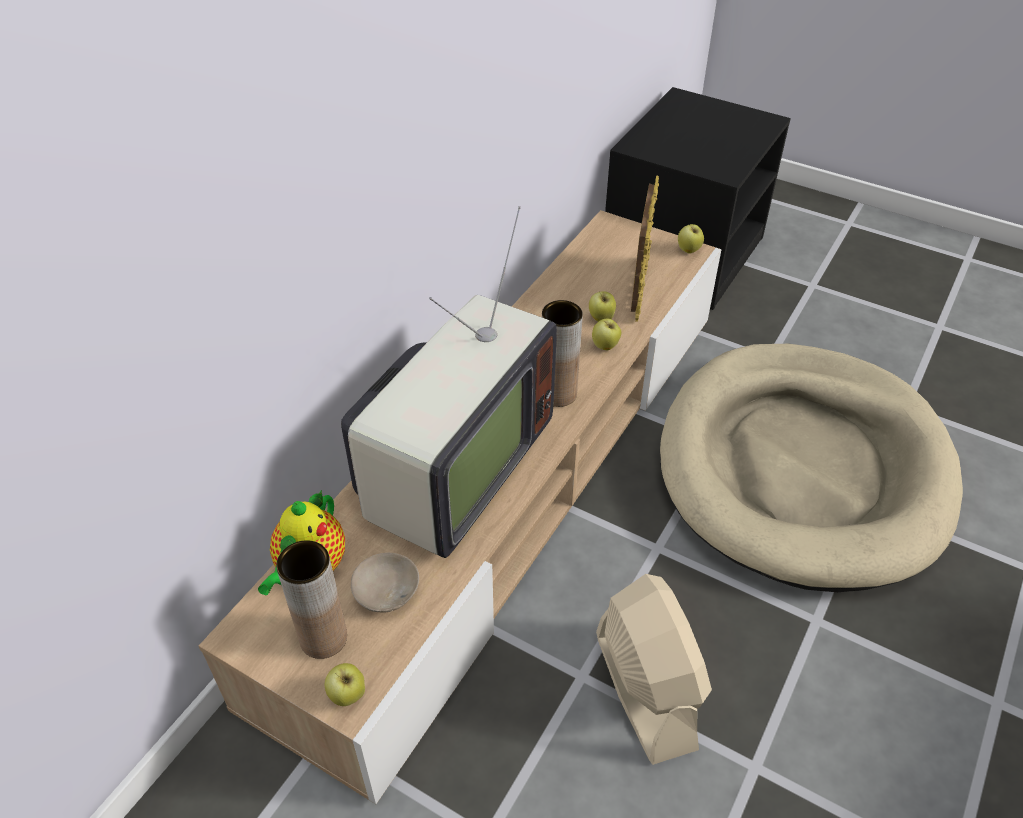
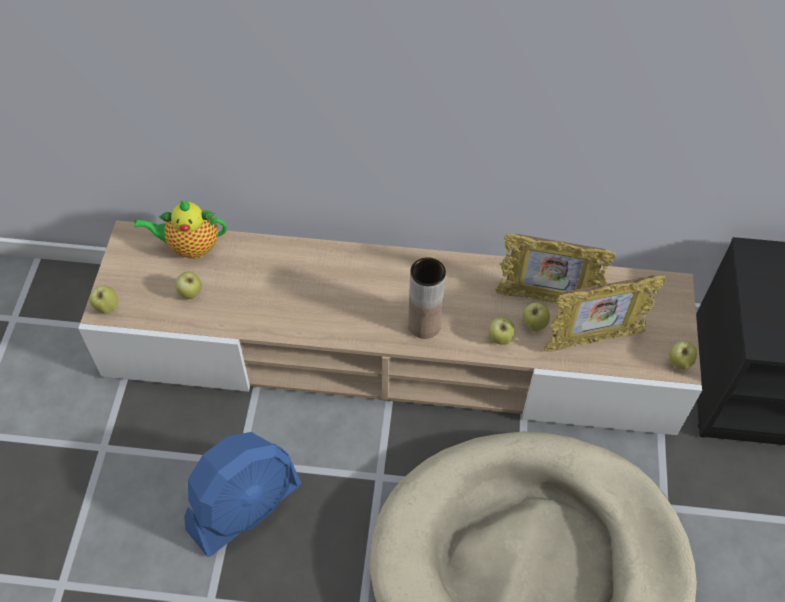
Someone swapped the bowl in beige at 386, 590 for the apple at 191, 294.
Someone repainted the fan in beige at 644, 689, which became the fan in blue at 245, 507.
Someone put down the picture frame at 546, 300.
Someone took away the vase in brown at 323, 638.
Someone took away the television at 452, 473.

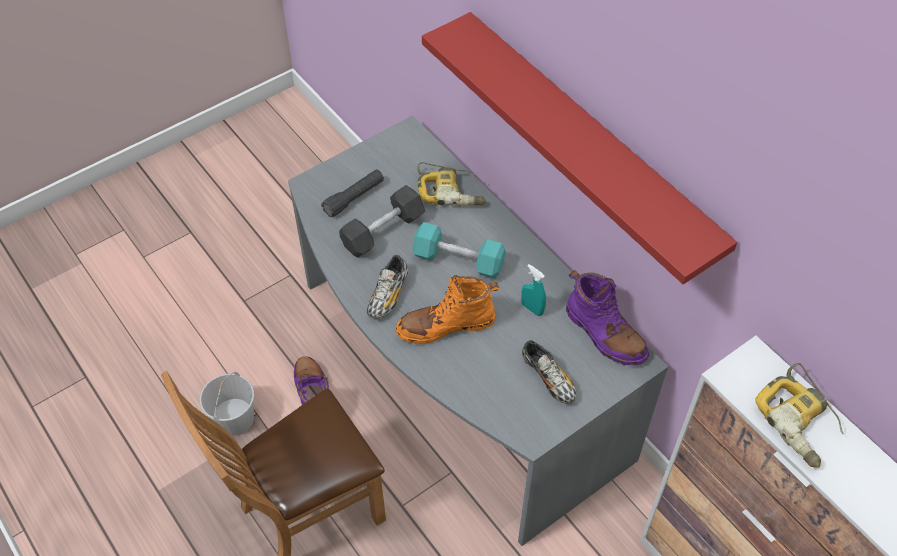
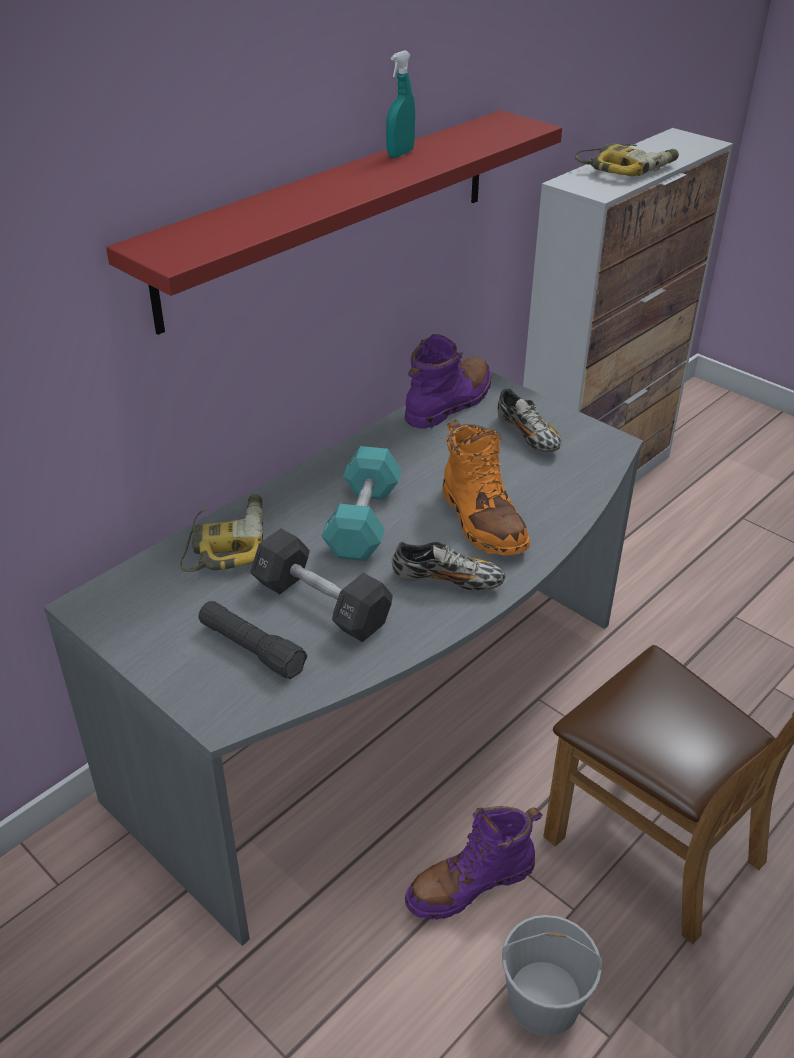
Someone carried the spray bottle in turquoise from 532, 309 to 400, 154.
Someone rotated the shoe at 548, 378 by 105 degrees clockwise.

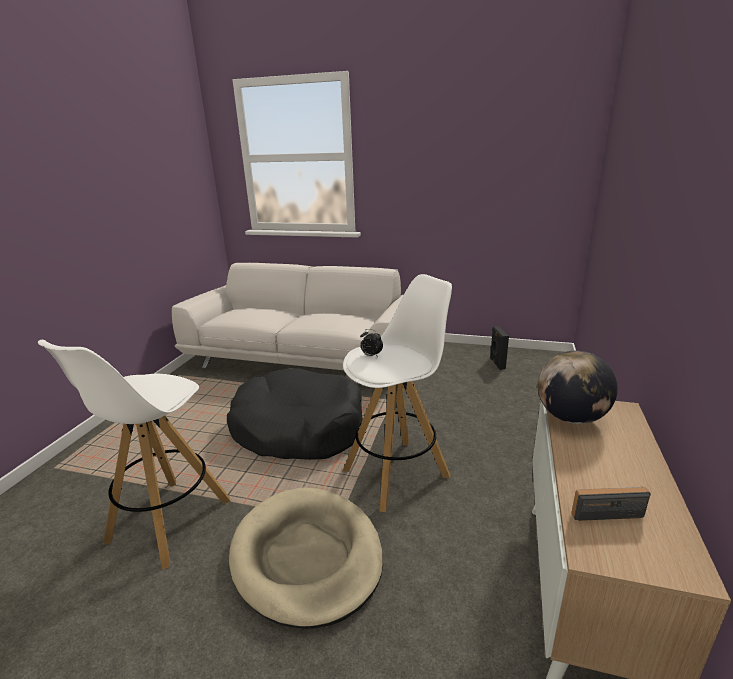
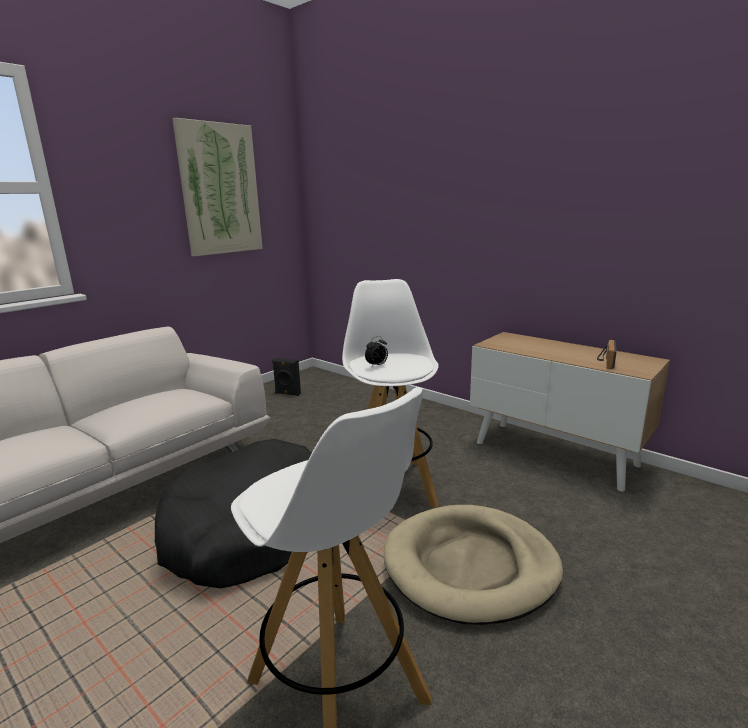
Someone put up the picture at 220, 189.
Someone took away the globe at 570, 417.

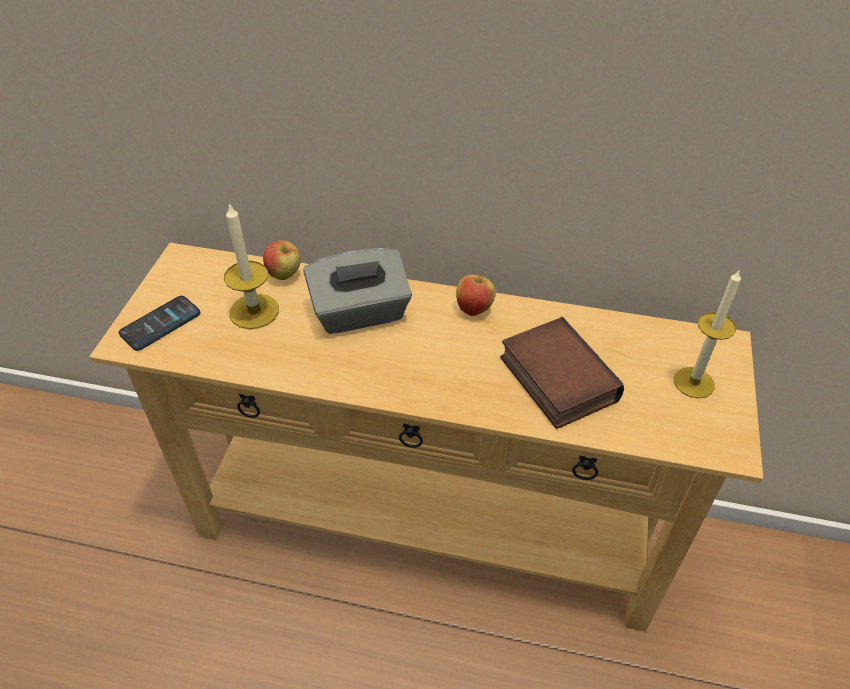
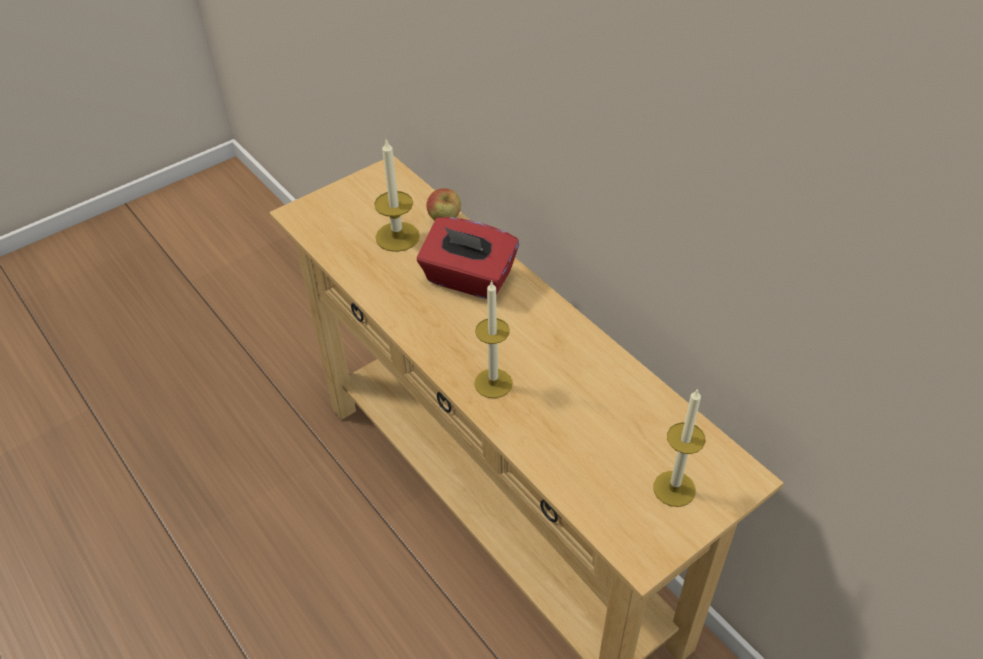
Someone repainted the tissue box in grey at 360, 313, which became the tissue box in red at 468, 279.
Someone put down the candle at 493, 383.
Someone took away the phone at 160, 324.
Someone took away the apple at 474, 309.
Someone took away the book at 554, 379.

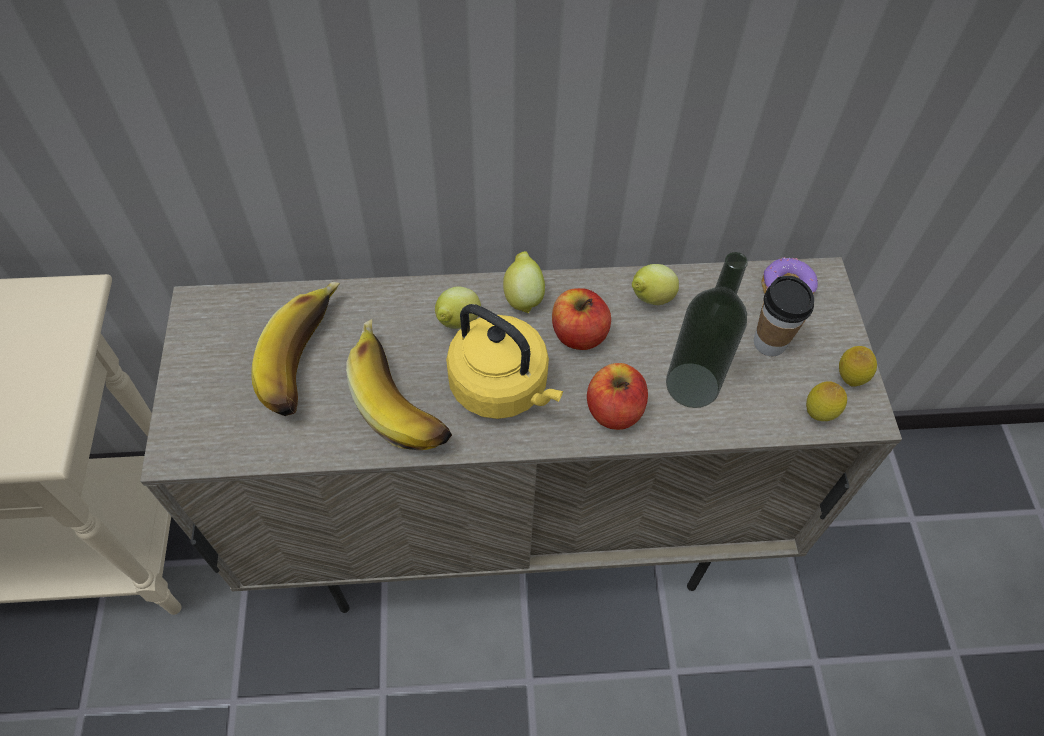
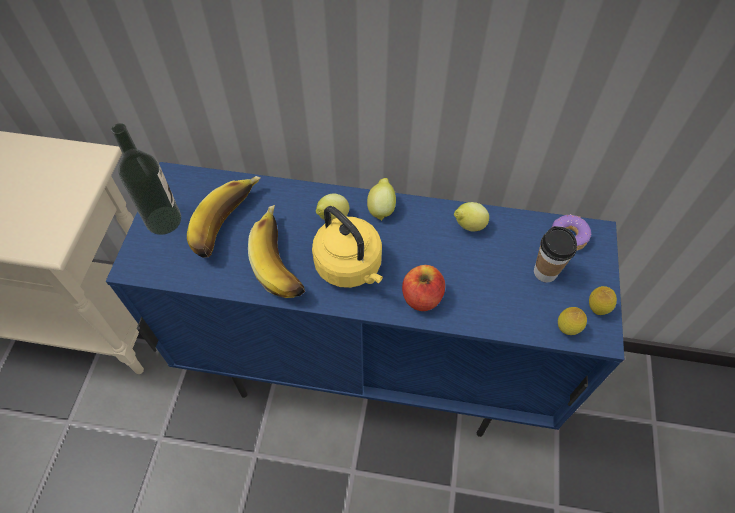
Someone repainted the cabinet in beige at 517, 532, which became the cabinet in blue at 369, 370.
Someone carried the bottle from 692, 385 to 163, 220.
Someone took away the apple at 578, 334.

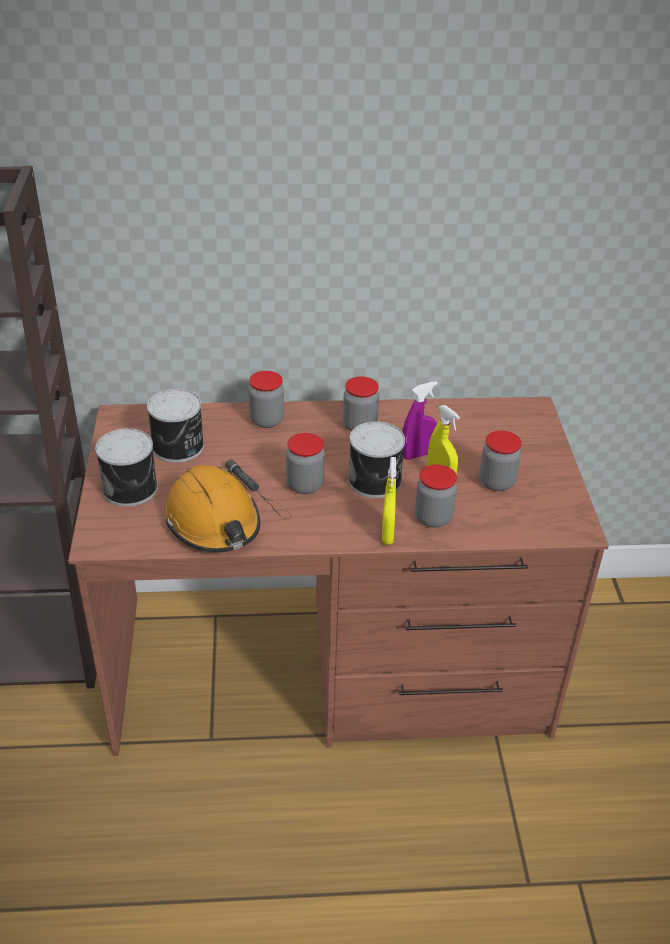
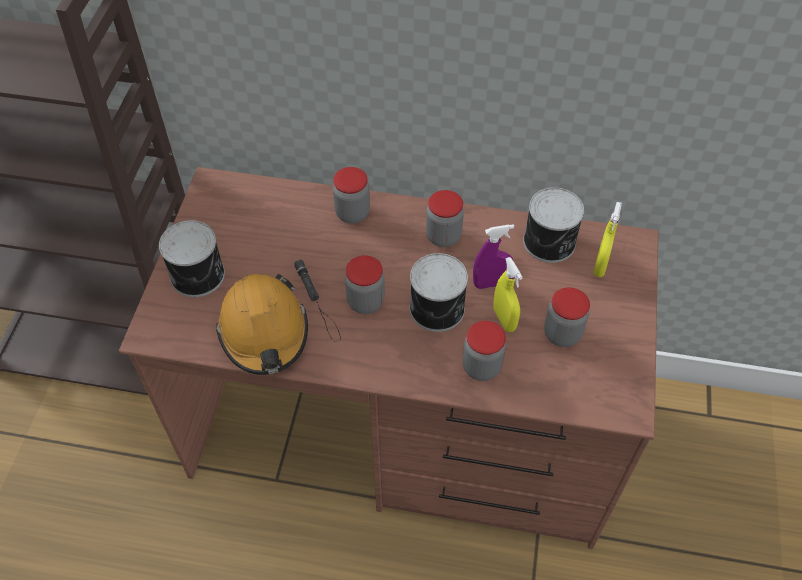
Someone carried the can from 179, 446 to 550, 243.
Someone carried the spray bottle in yellow from 387, 534 to 600, 265.

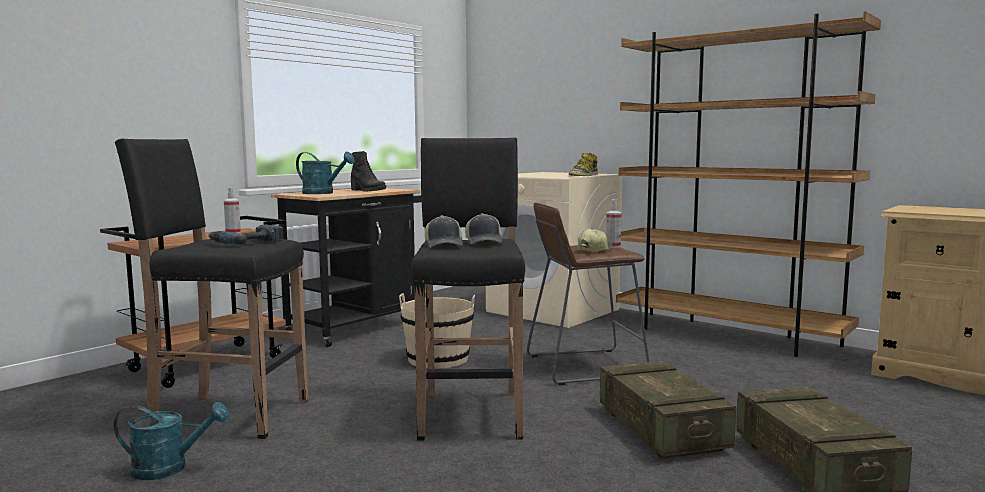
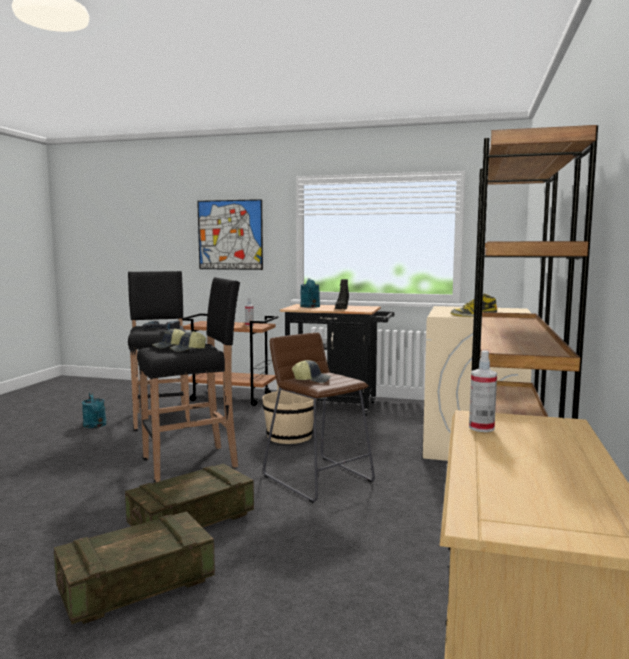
Someone put up the picture at 230, 235.
Someone carried the spray bottle from 613, 246 to 481, 428.

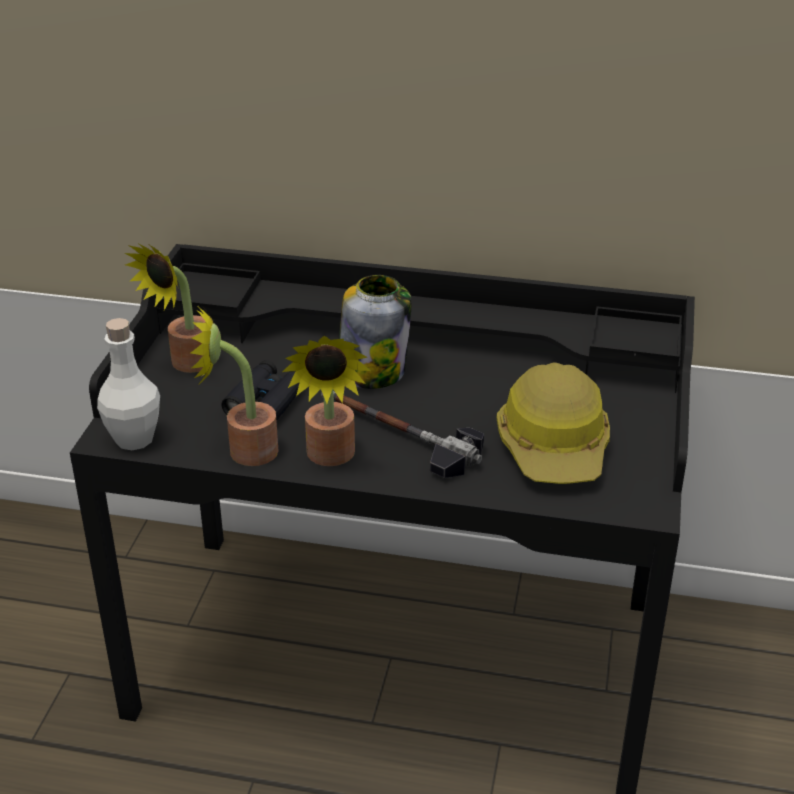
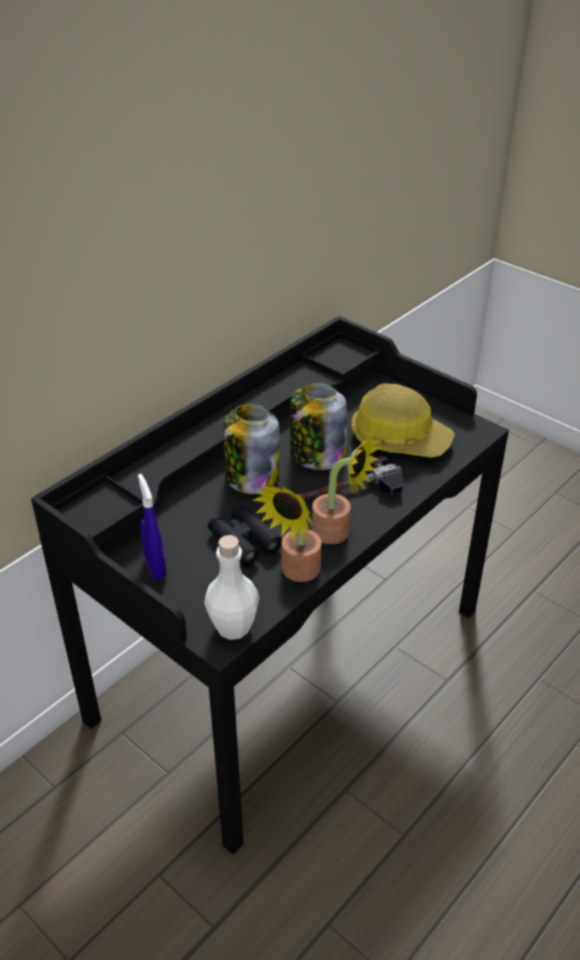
Someone swapped the potted plant at 186, 365 for the spray bottle in blue at 155, 567.
Someone put down the jar at 316, 456.

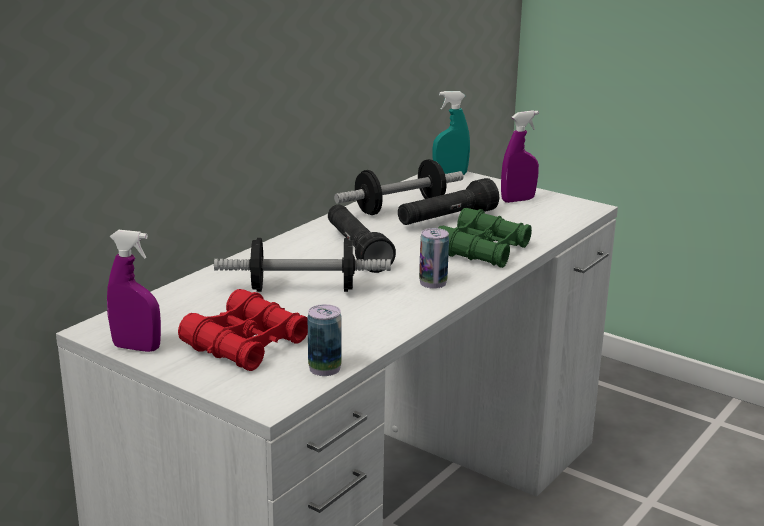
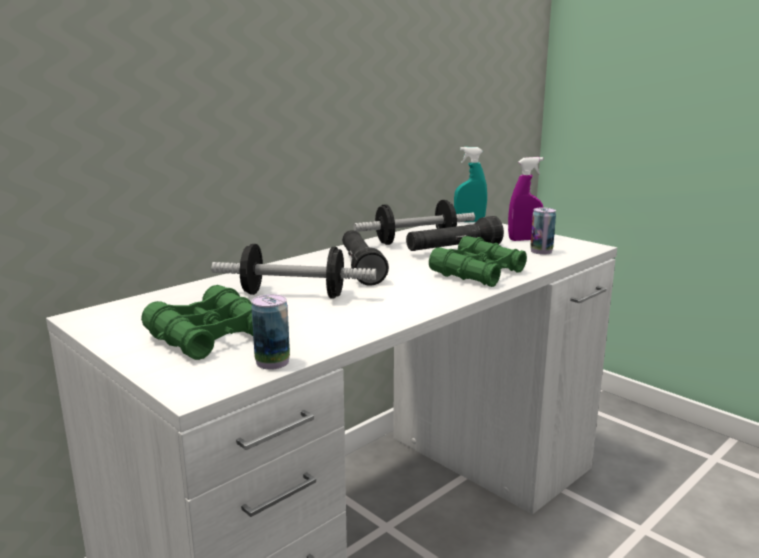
Someone repainted the binoculars in red at 246, 344, which became the binoculars in green at 210, 336.
Someone carried the can from 433, 283 to 541, 251.
Someone took away the spray bottle in purple at 136, 348.

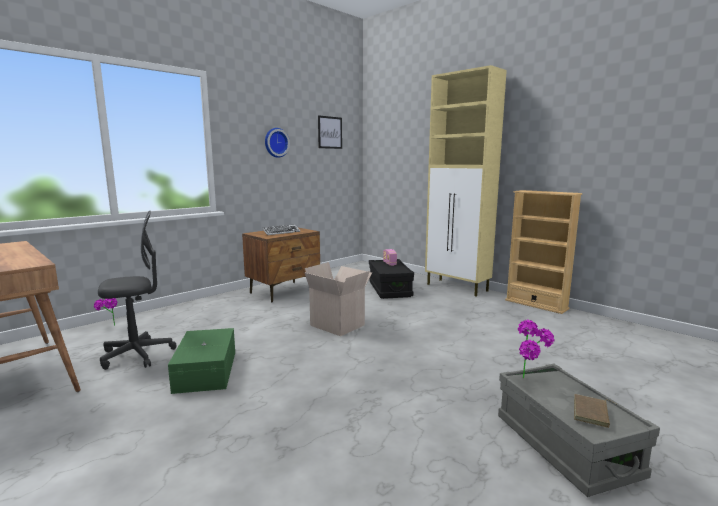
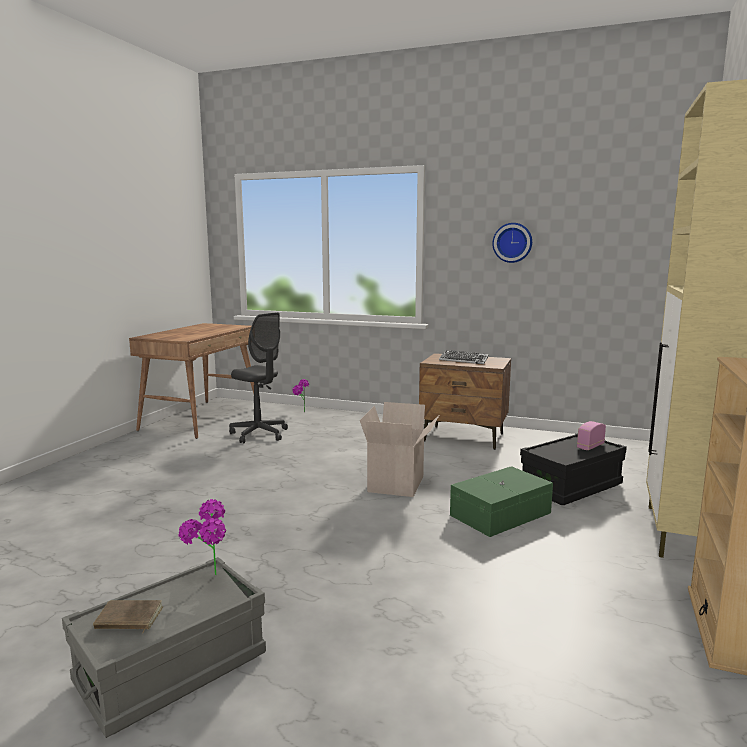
Someone carried the storage box in green from 207, 370 to 502, 514.
Someone took away the picture at 330, 132.

